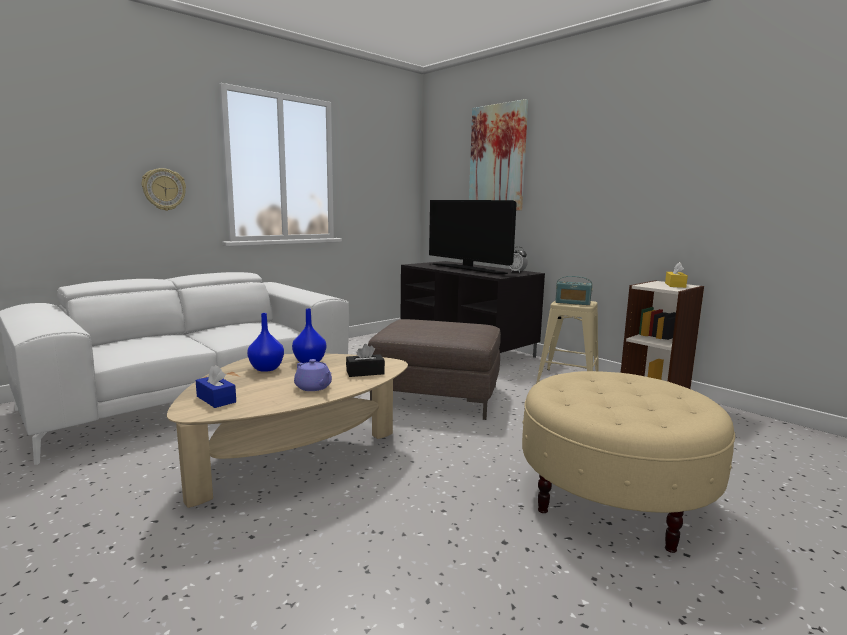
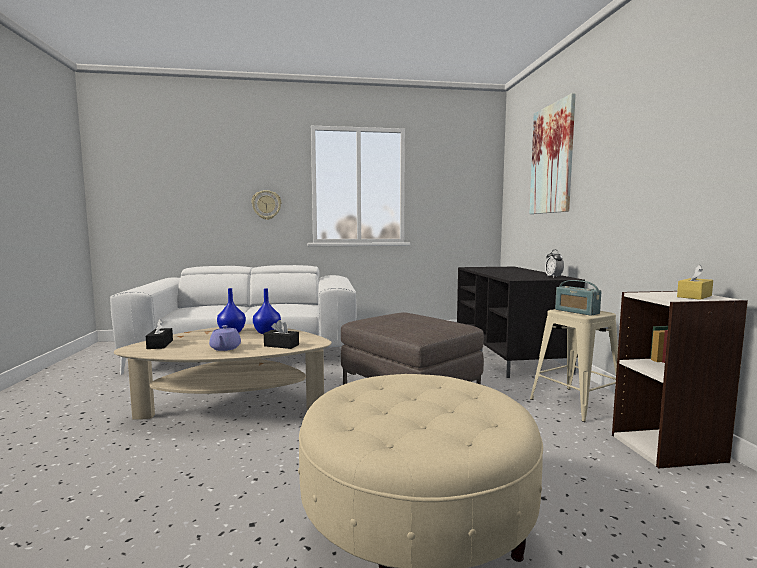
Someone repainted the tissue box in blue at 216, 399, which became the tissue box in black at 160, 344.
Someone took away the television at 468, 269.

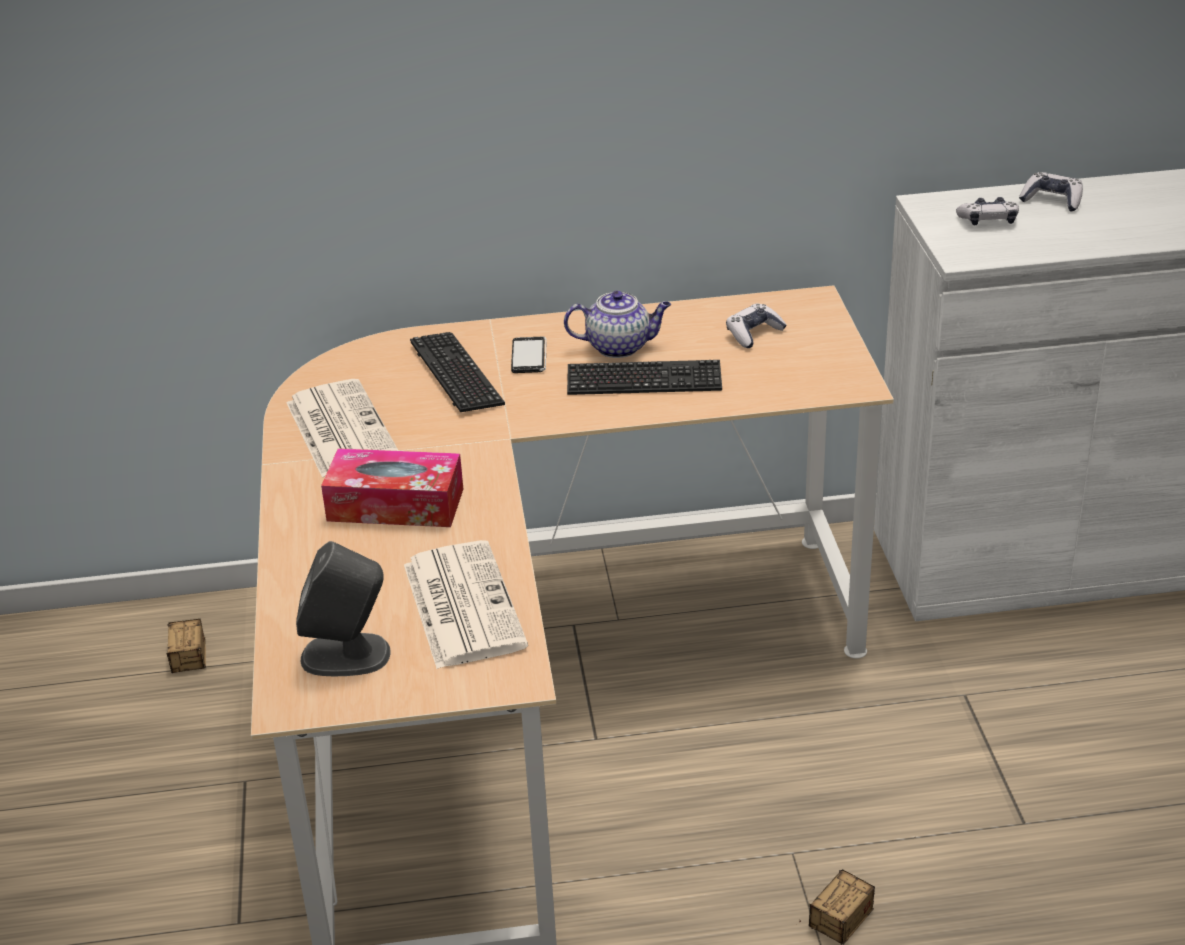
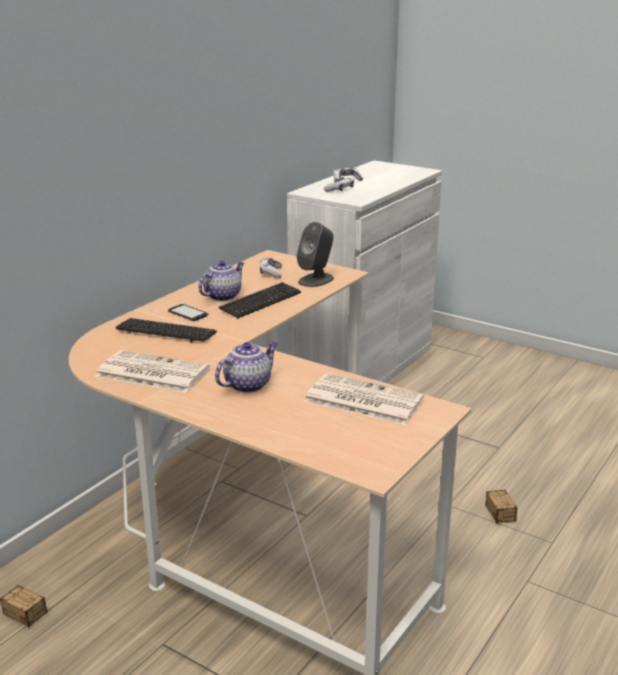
Someone swapped the tissue box at 395, 505 for the teapot at 248, 385.
Someone carried the speaker in grey from 347, 655 to 316, 280.

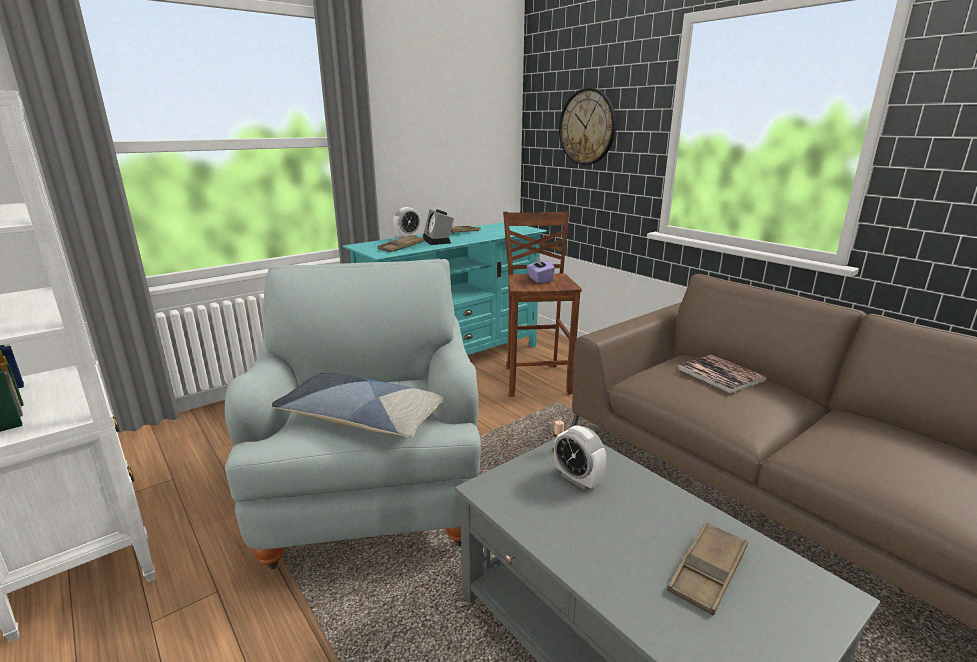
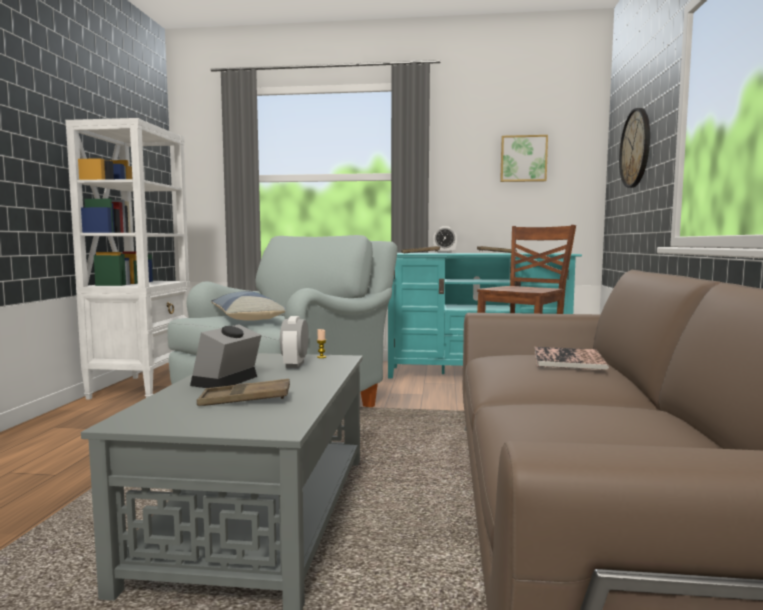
Someone carried the alarm clock from 438, 241 to 226, 382.
Someone put up the picture at 523, 159.
Someone took away the tissue box in purple at 539, 280.

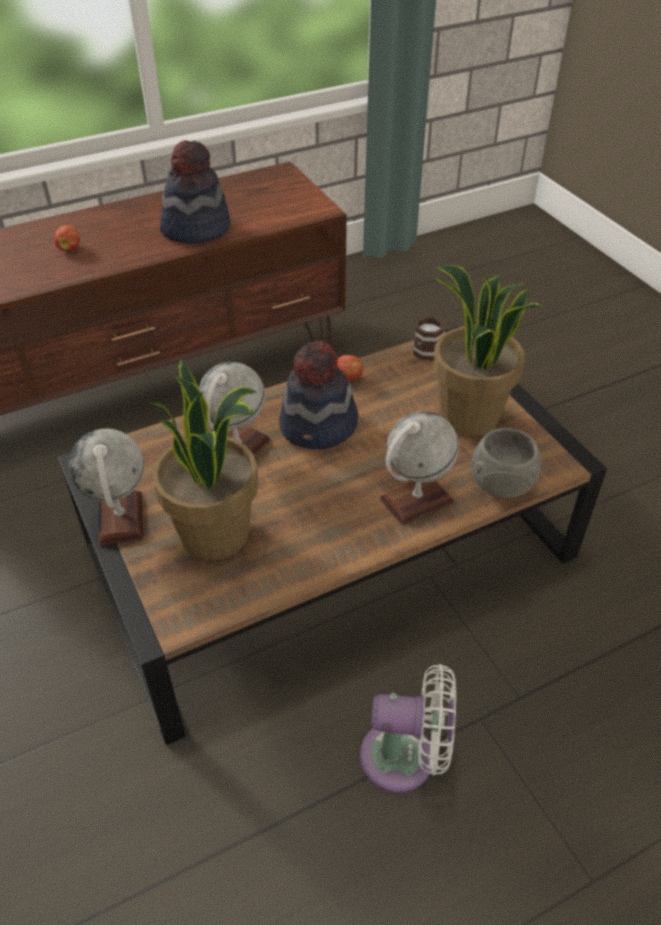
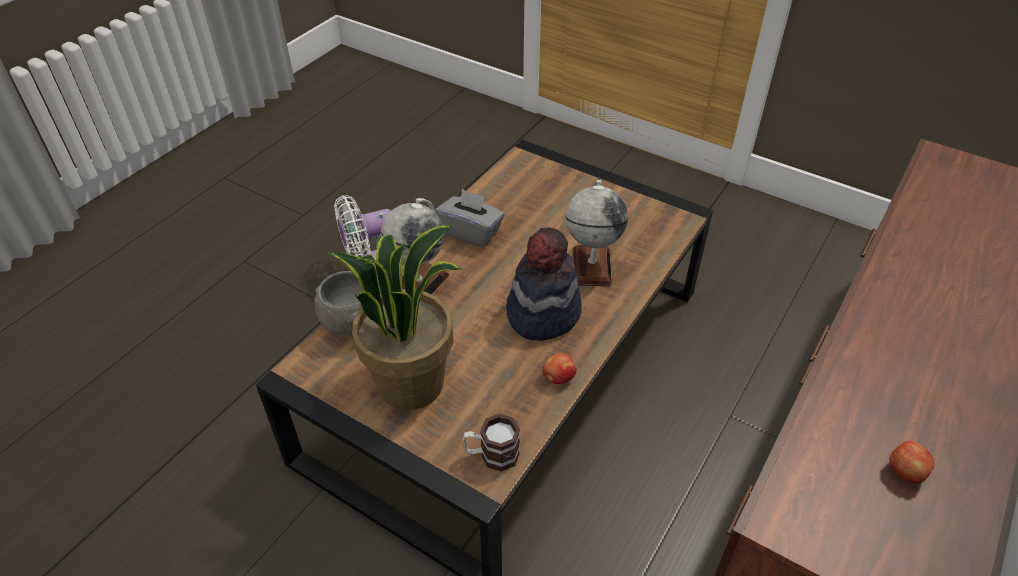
Someone put down the tissue box in grey at 471, 232.
Someone carried the apple from 70, 248 to 906, 472.
Someone took away the globe at 121, 518.
Someone took away the potted plant at 216, 534.
Someone took away the hat at 196, 228.

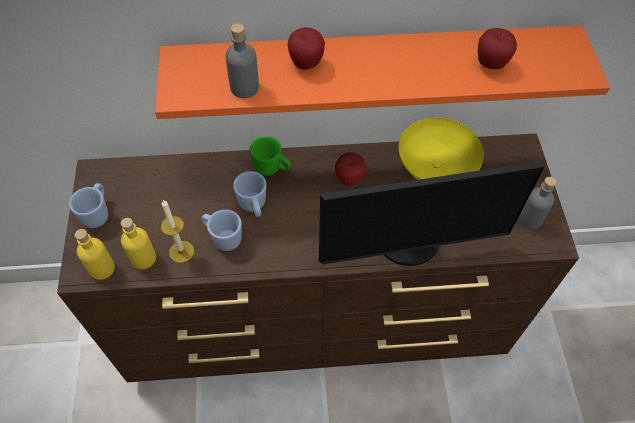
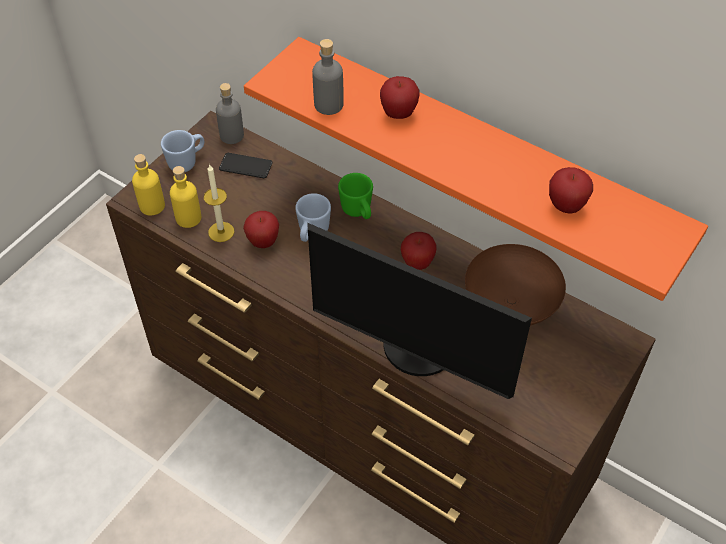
Someone carried the bottle in grey from 529, 219 to 232, 135.
Someone put down the phone at 245, 166.
Someone swapped the mug in blue at 223, 238 for the apple at 263, 242.
Someone repainted the bowl in yellow at 434, 168, which became the bowl in brown at 510, 303.

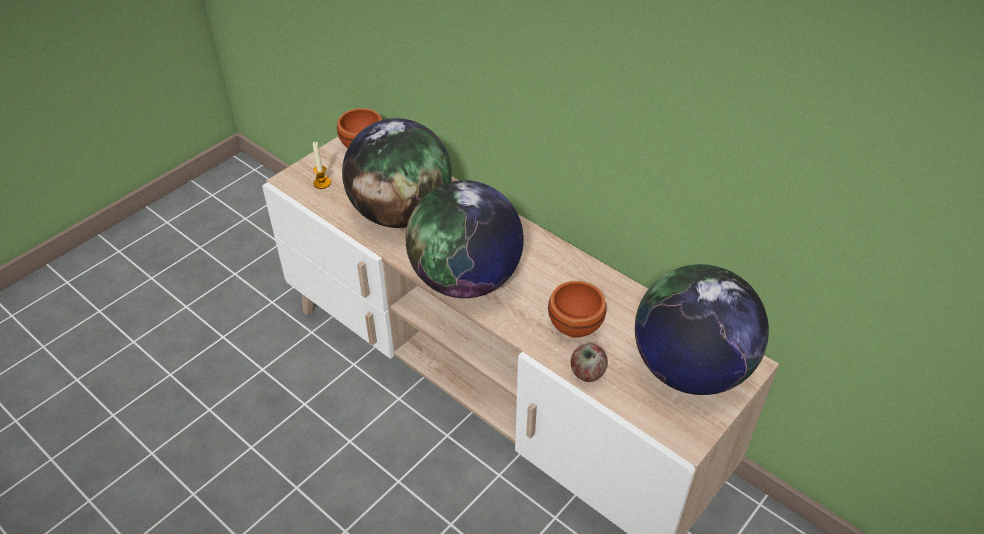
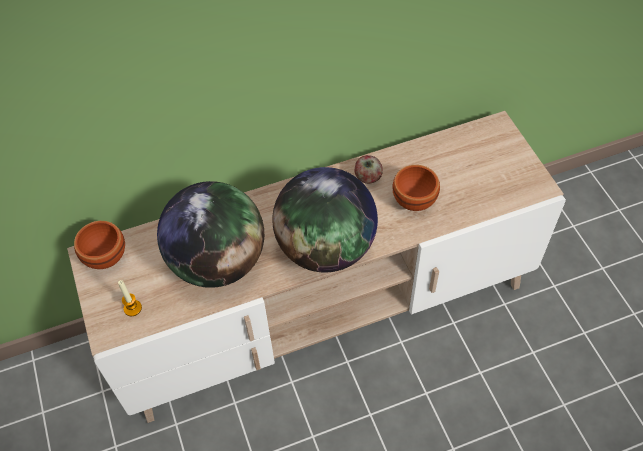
Someone carried the apple from 587, 373 to 367, 177.
Someone took away the globe at 689, 369.

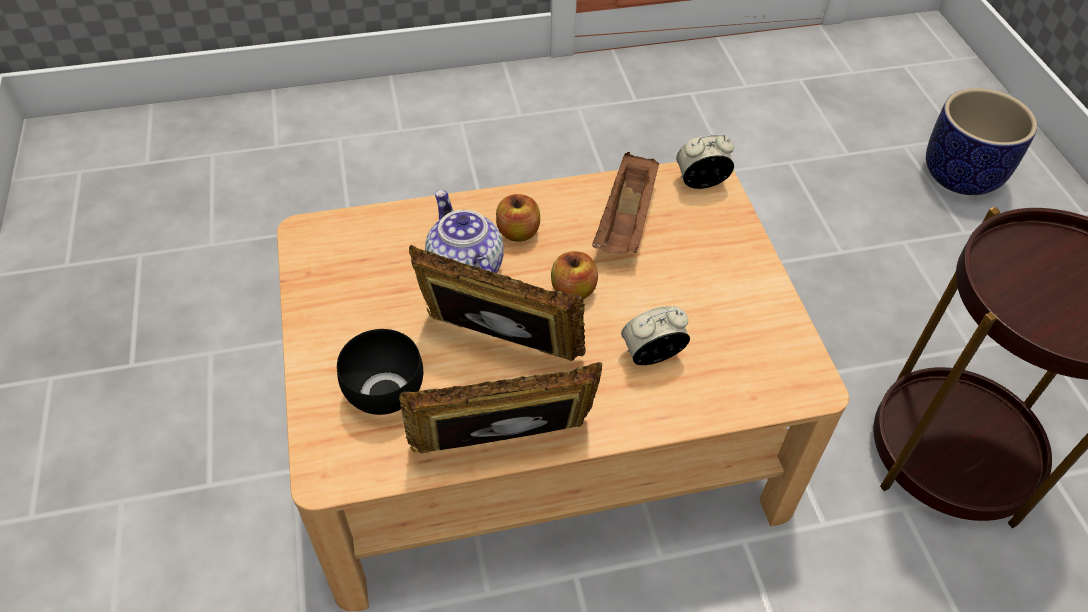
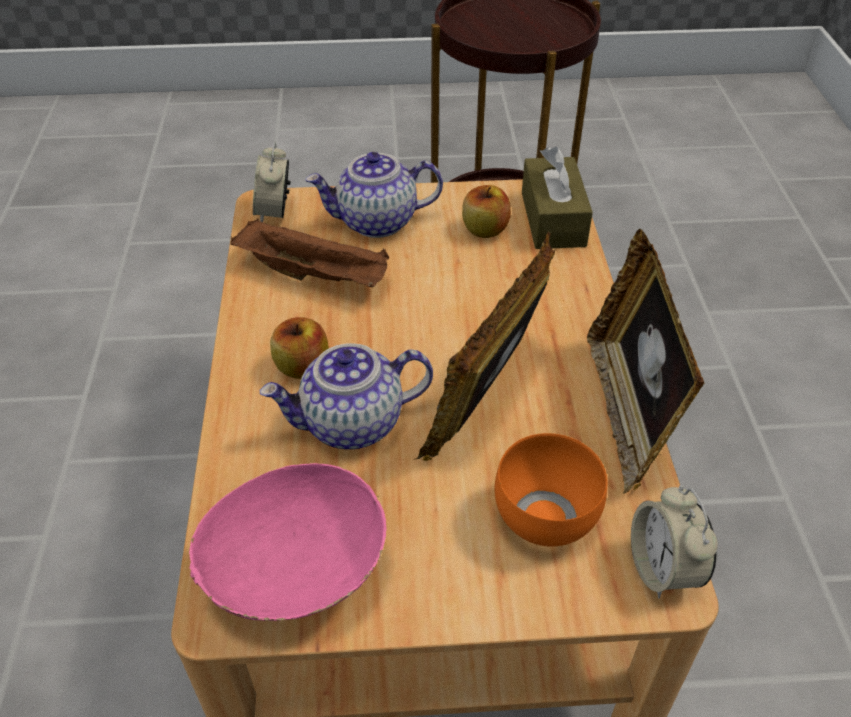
Someone put down the bowl in pink at 296, 575.
Someone put down the teapot at 376, 222.
Someone carried the apple from 573, 290 to 485, 230.
Someone repainted the bowl in black at 384, 396, which became the bowl in orange at 549, 519.
Someone put down the tissue box in brown at 553, 219.
Someone carried the alarm clock from 652, 355 to 662, 569.
Someone took away the planter at 962, 176.

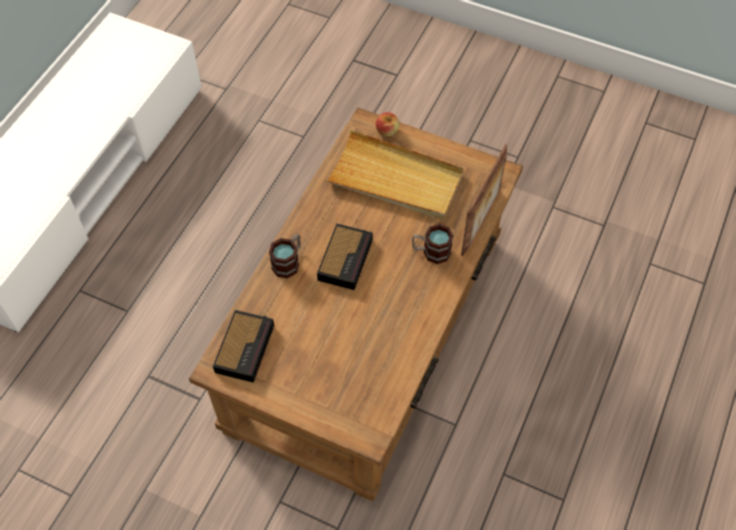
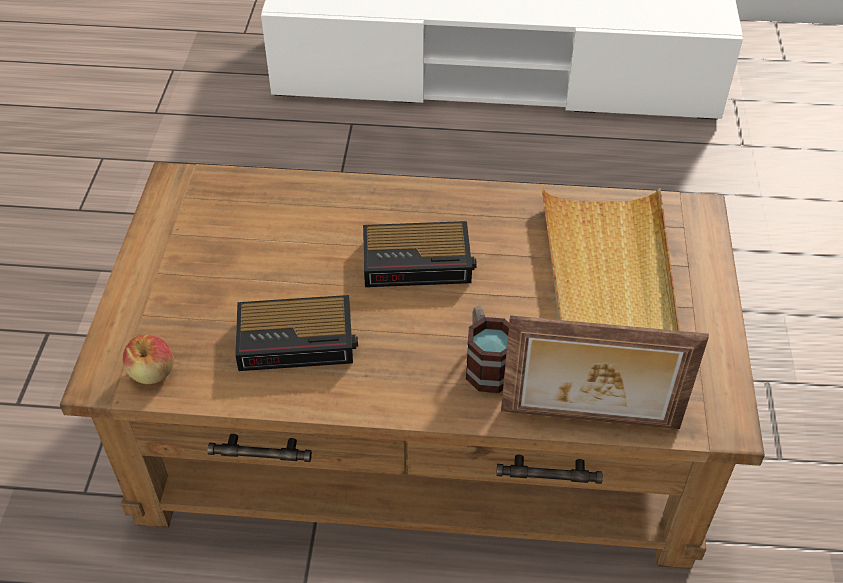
Someone carried the apple from 387, 131 to 152, 373.
Someone carried the alarm clock from 245, 347 to 298, 340.
Someone took away the mug at 289, 262.

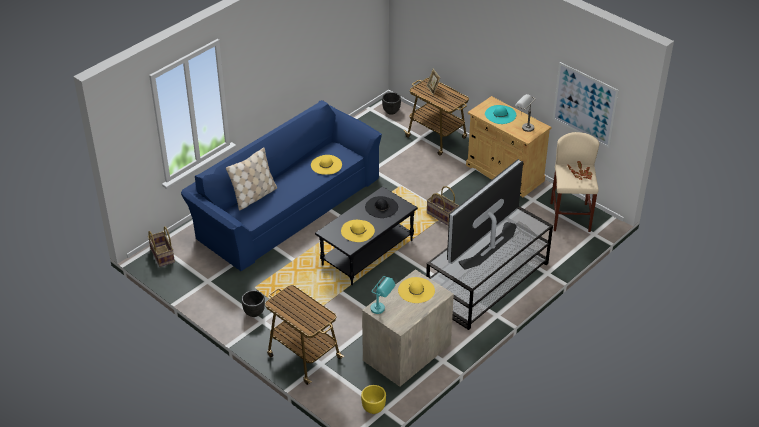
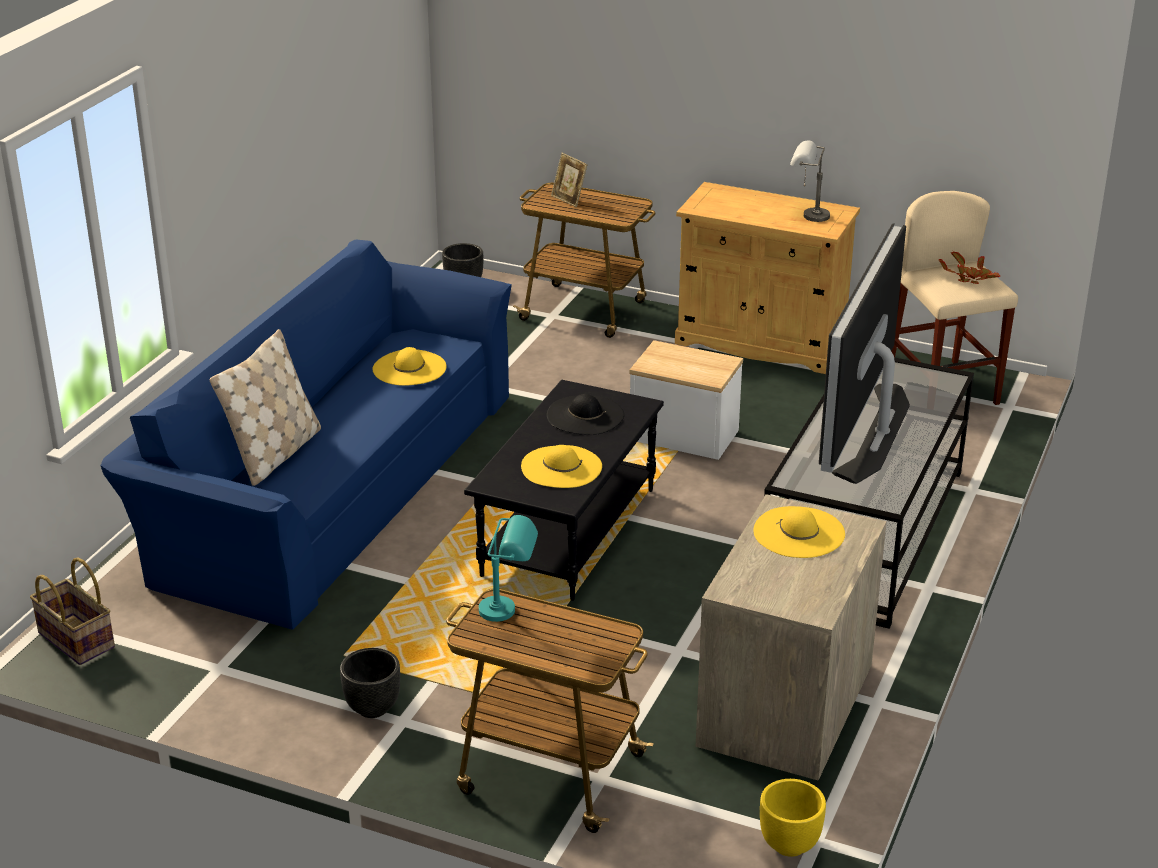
Someone carried the table lamp in turquoise from 382, 310 to 510, 611.
Someone swapped the basket at 441, 216 for the side table at 684, 435.
Someone took away the hat in turquoise at 500, 114.
Someone took away the picture at 584, 104.

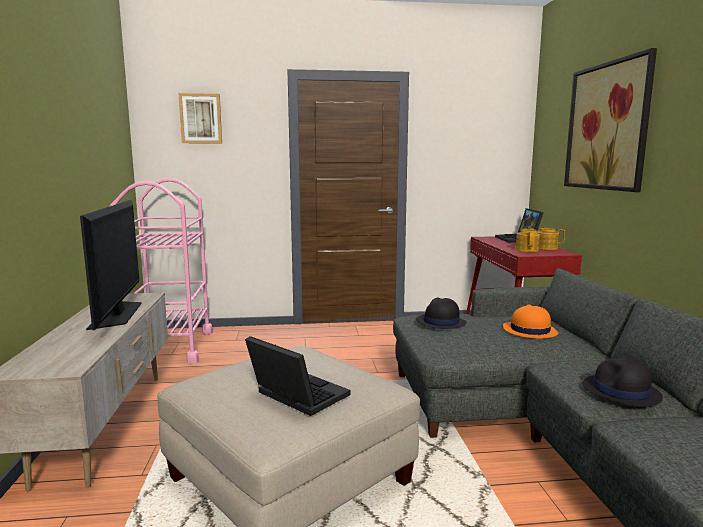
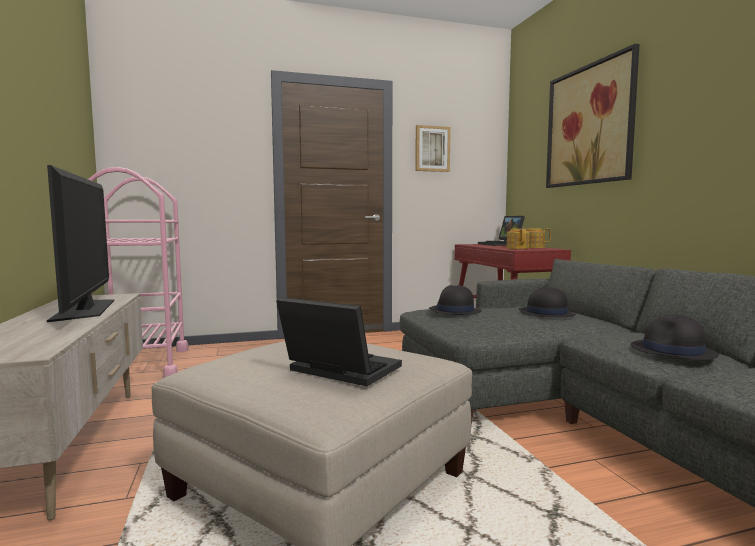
Someone carried the picture from 201, 118 to 432, 149.
Someone repainted the hat in orange at 529, 330, which became the hat in black at 546, 313.

